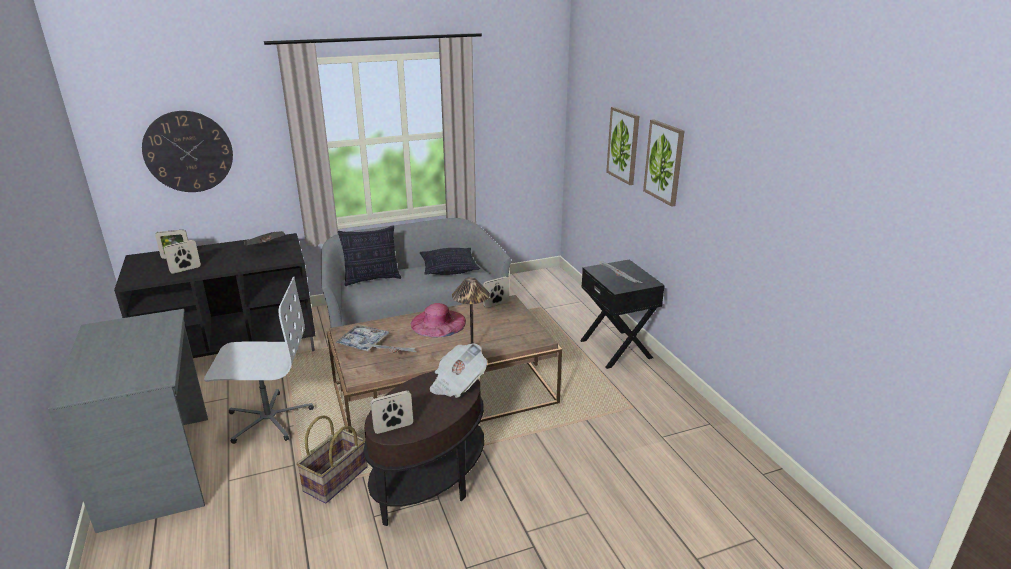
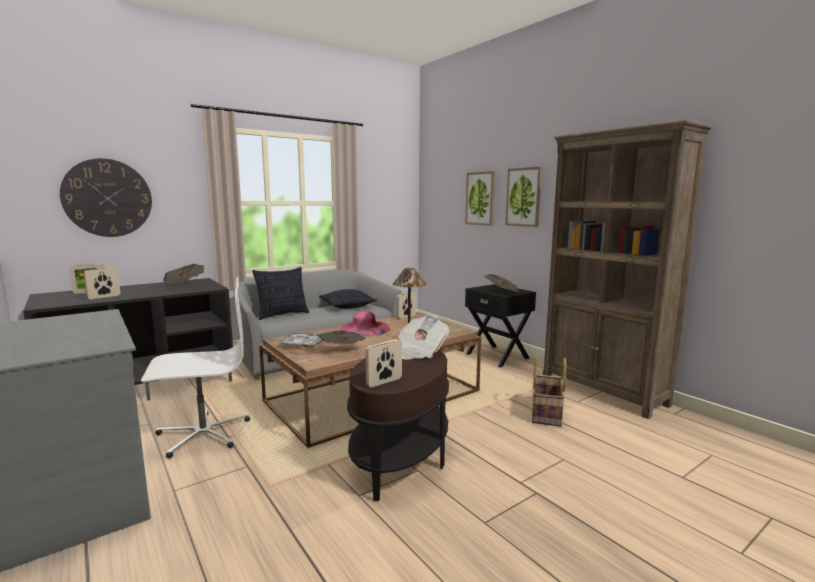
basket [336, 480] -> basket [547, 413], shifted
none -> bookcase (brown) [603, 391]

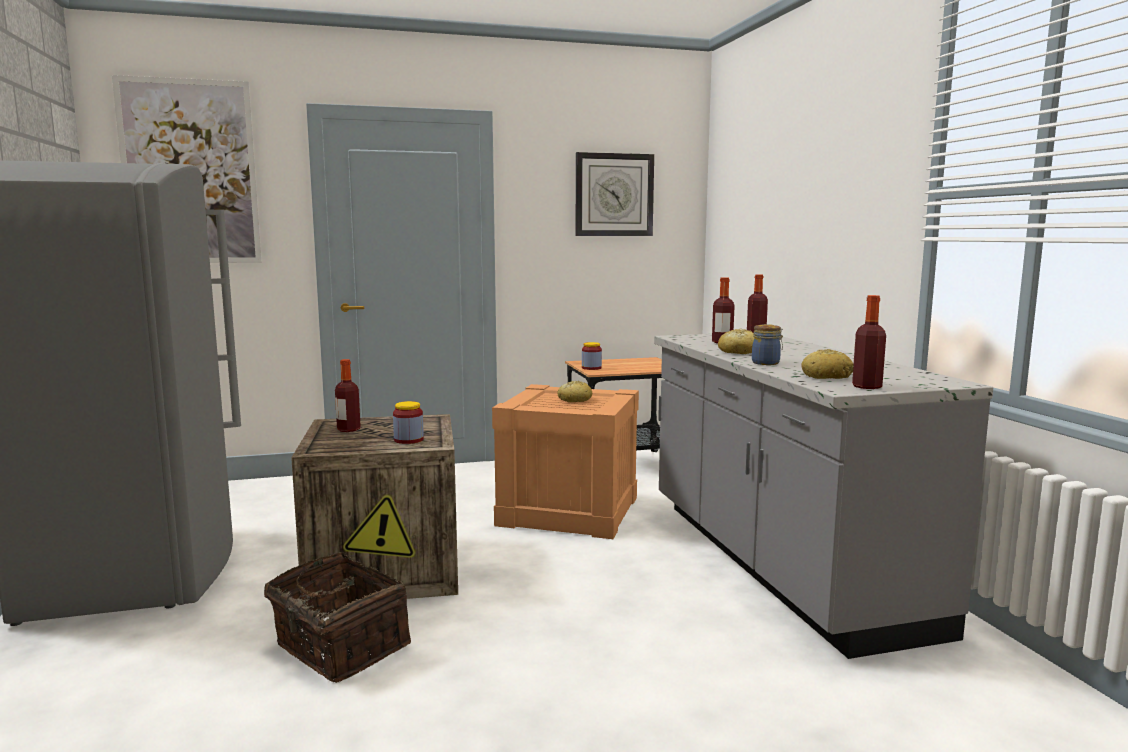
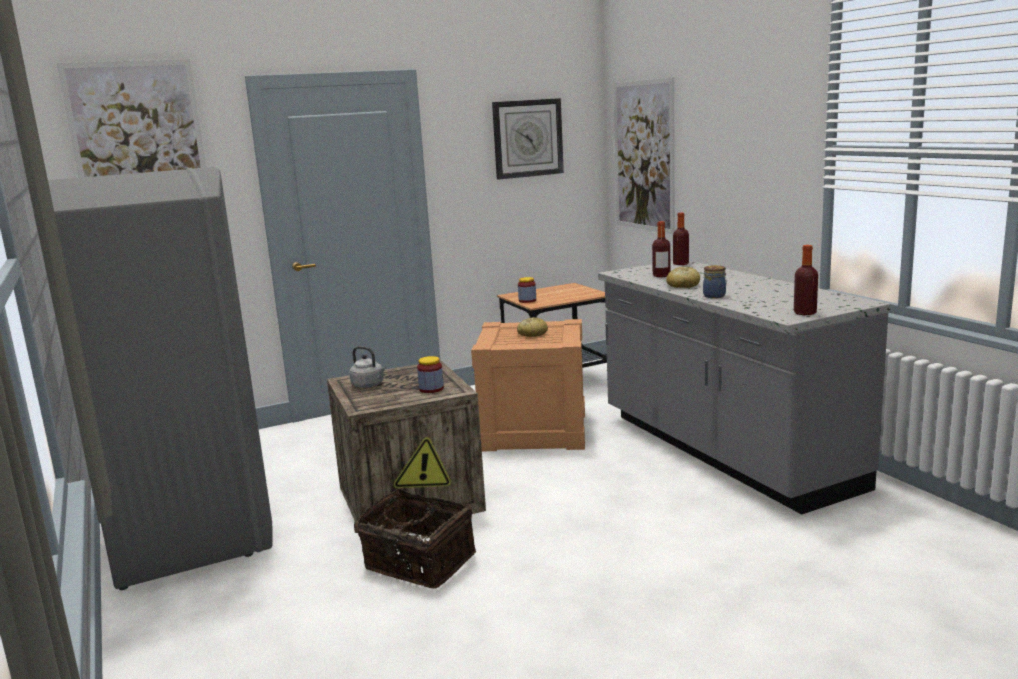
bottle [348, 429] -> kettle (grey) [369, 385]
none -> picture [644, 156]
bread [826, 376] -> none

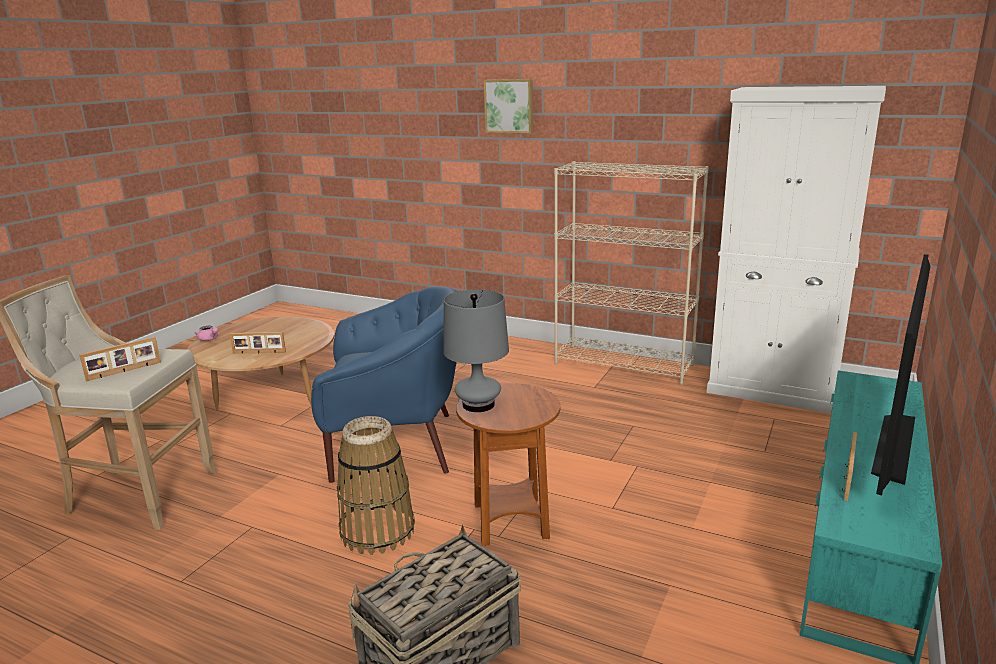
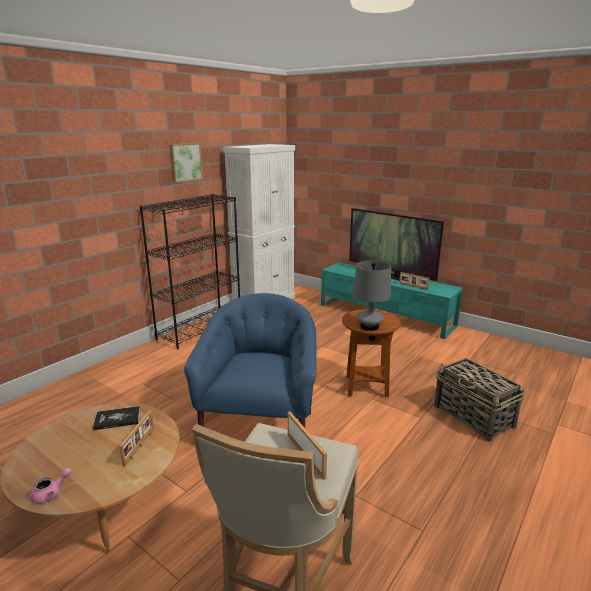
none -> book [117, 419]
bookcase (beige) [624, 364] -> bookcase (black) [200, 329]
picture [509, 106] -> picture [185, 162], shifted
basket [377, 531] -> none

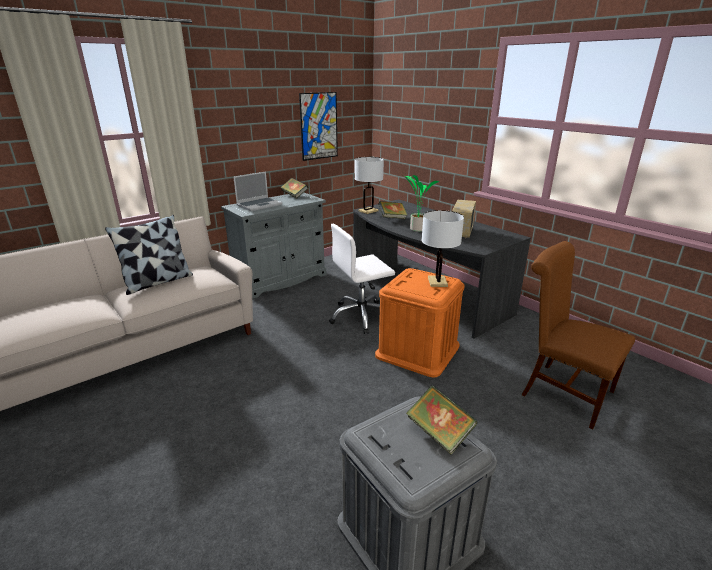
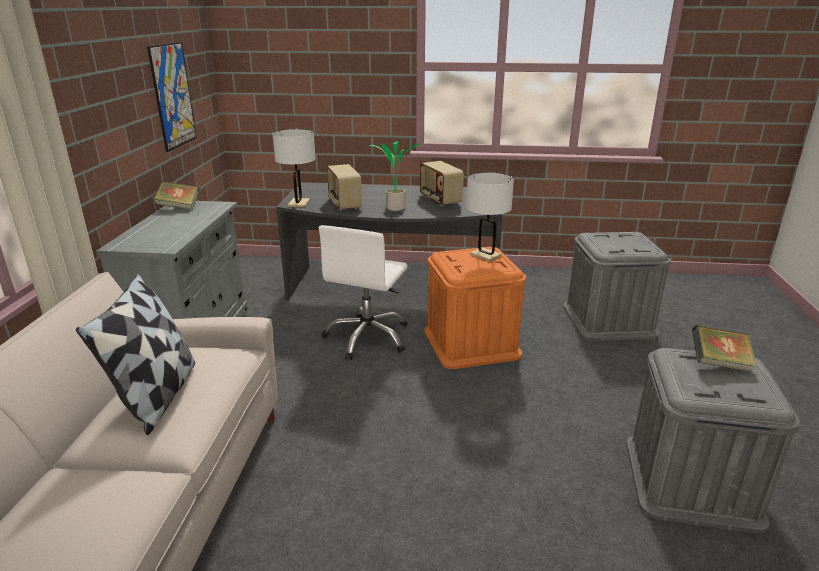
book [392, 218] -> radio [344, 204]
chair (brown) [561, 391] -> storage box (grey) [608, 320]
laptop [259, 205] -> none

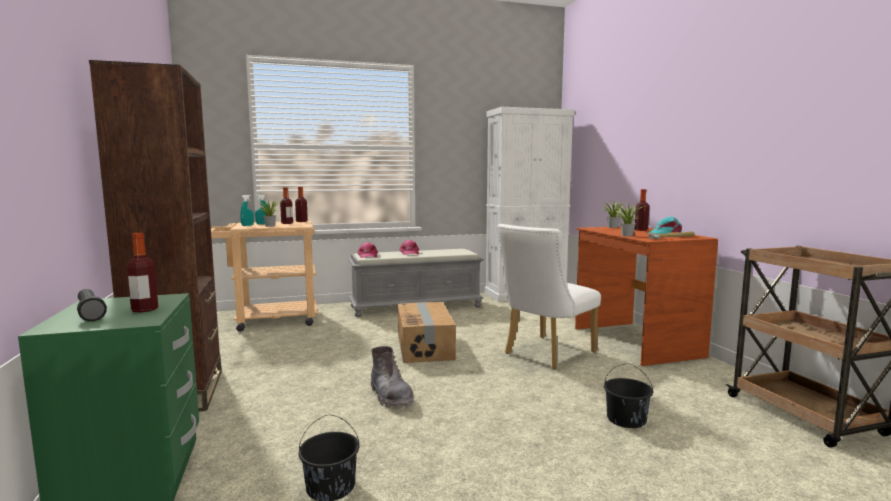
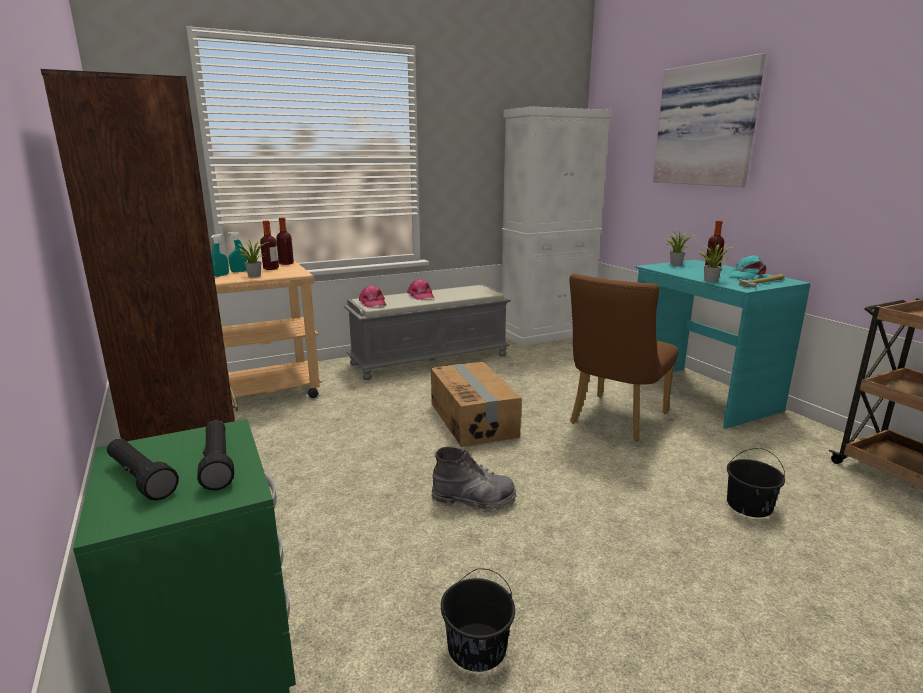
bottle [144, 309] -> flashlight (black) [217, 464]
boot (grey) [390, 396] -> boot (grey) [474, 500], 45 degrees counterclockwise
chair (white) [545, 354] -> chair (brown) [614, 420]
desk (brown) [634, 342] -> desk (turquoise) [699, 395]
none -> picture [707, 125]

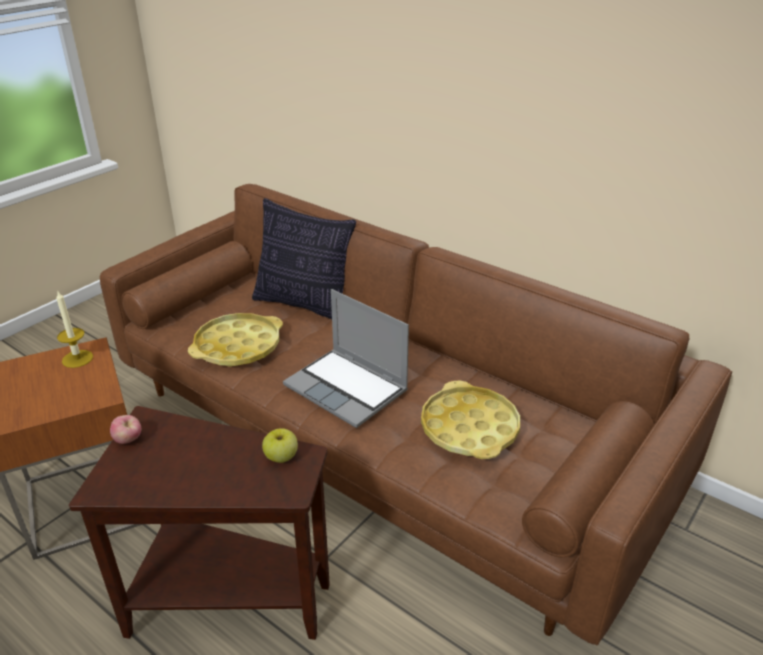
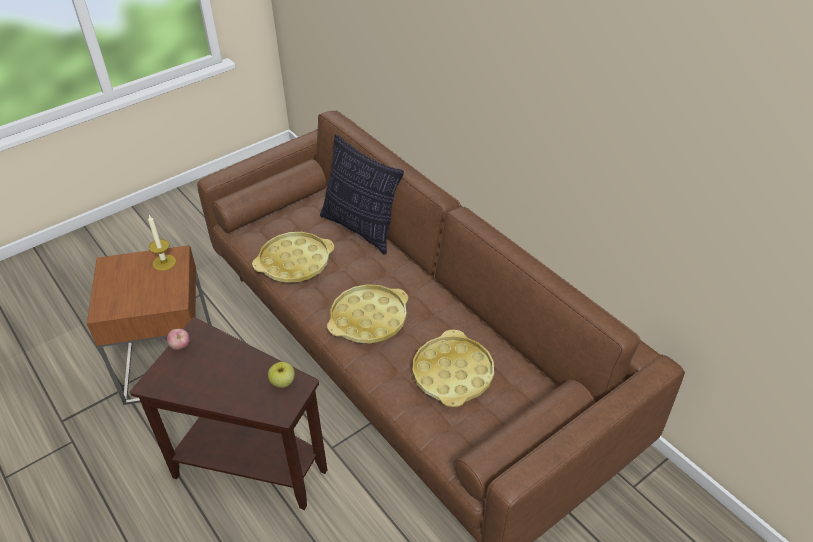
laptop [348, 389] -> tray (yellow) [369, 319]

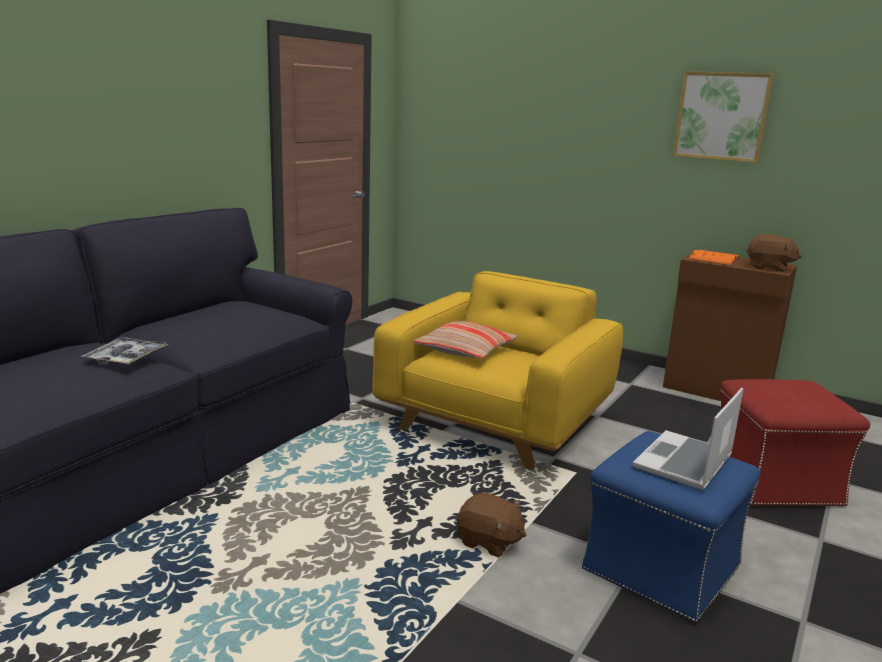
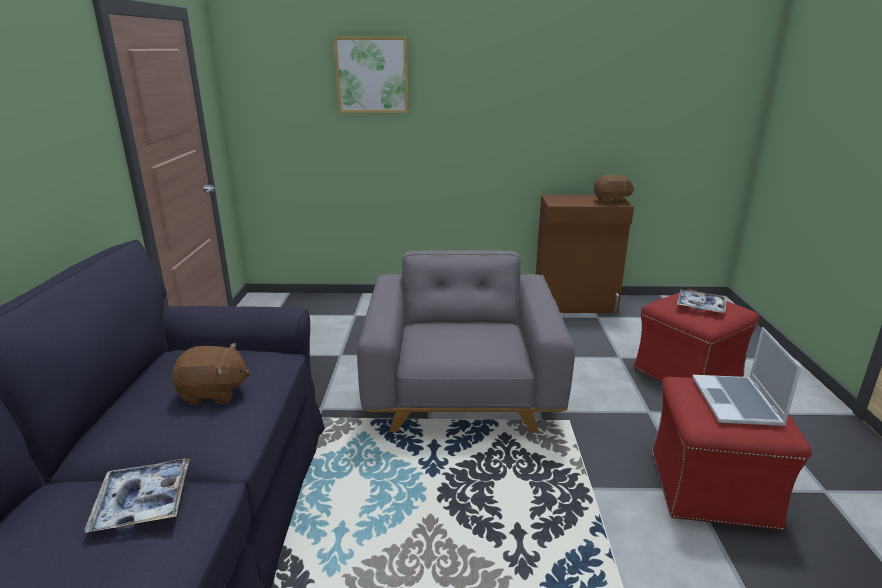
plush toy (brown) [489, 542] -> plush toy (brown) [214, 393], shifted
picture [721, 116] -> picture [372, 75], shifted
armchair (yellow) [496, 422] -> armchair (grey) [461, 392]
ottoman (blue) [660, 568] -> ottoman (red) [712, 489]
none -> tray [700, 306]
pillow [465, 350] -> none
book (orange) [714, 258] -> none

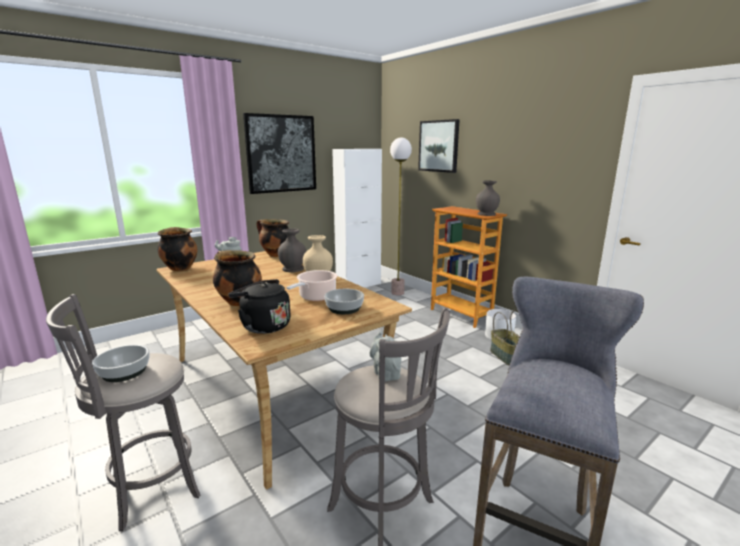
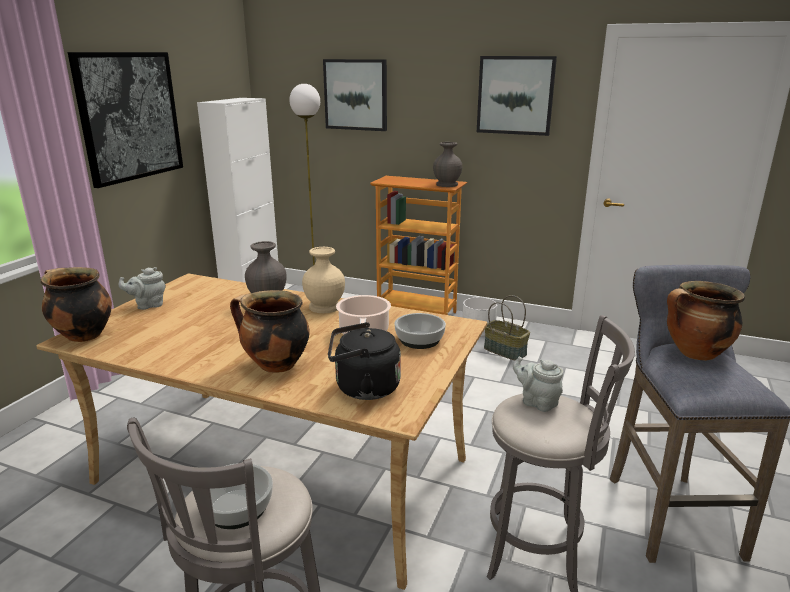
none -> picture [515, 95]
cooking pot [276, 255] -> cooking pot [695, 354], shifted

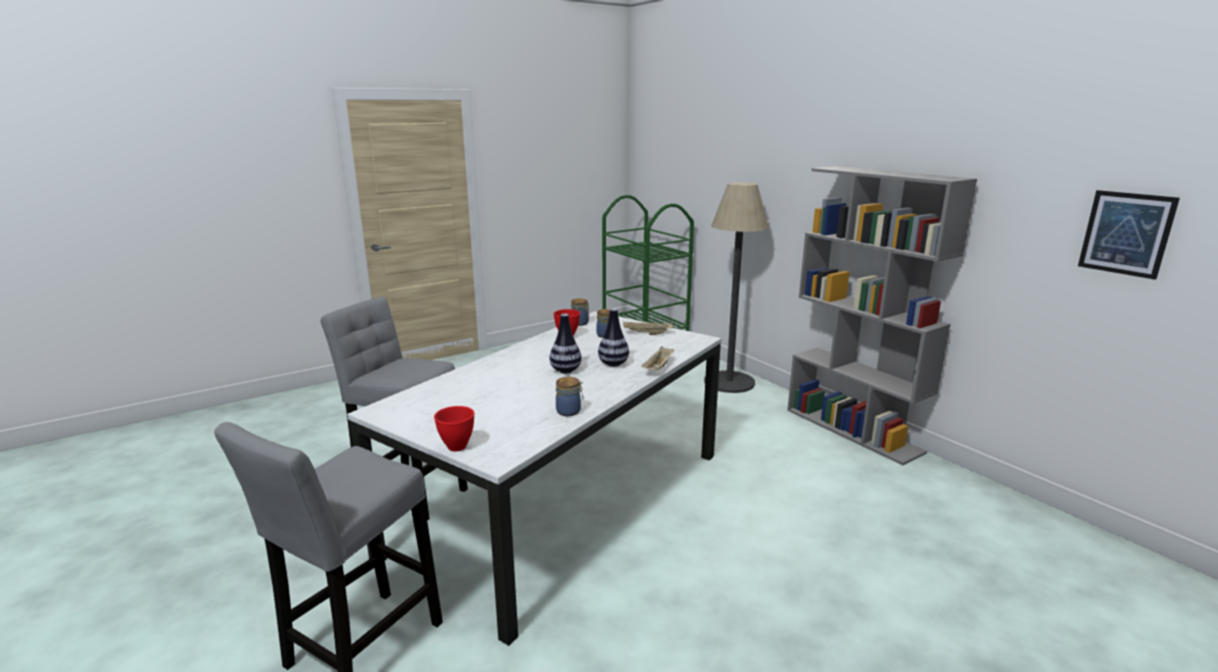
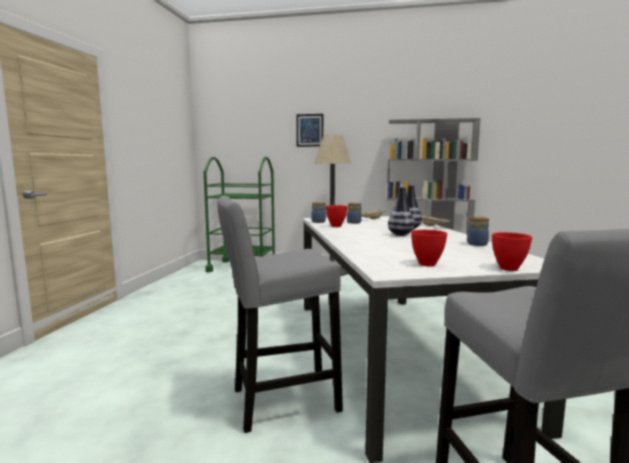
picture [1126, 233] -> picture [309, 130], shifted
none -> bowl (red) [426, 264]

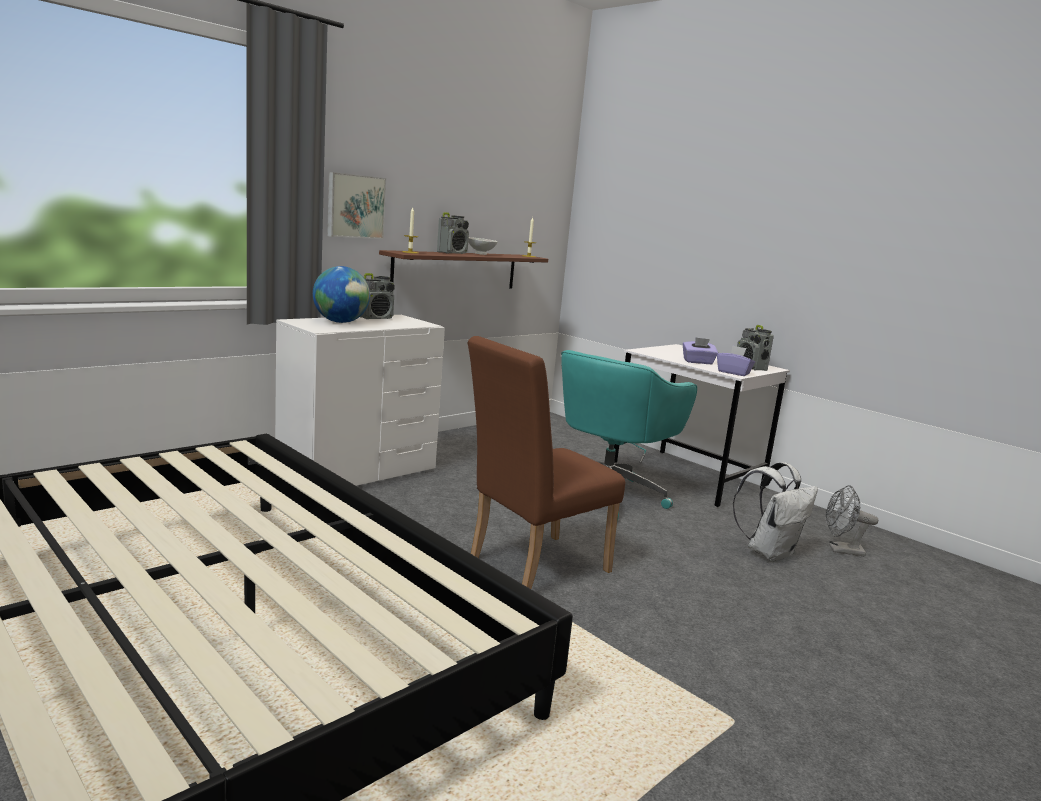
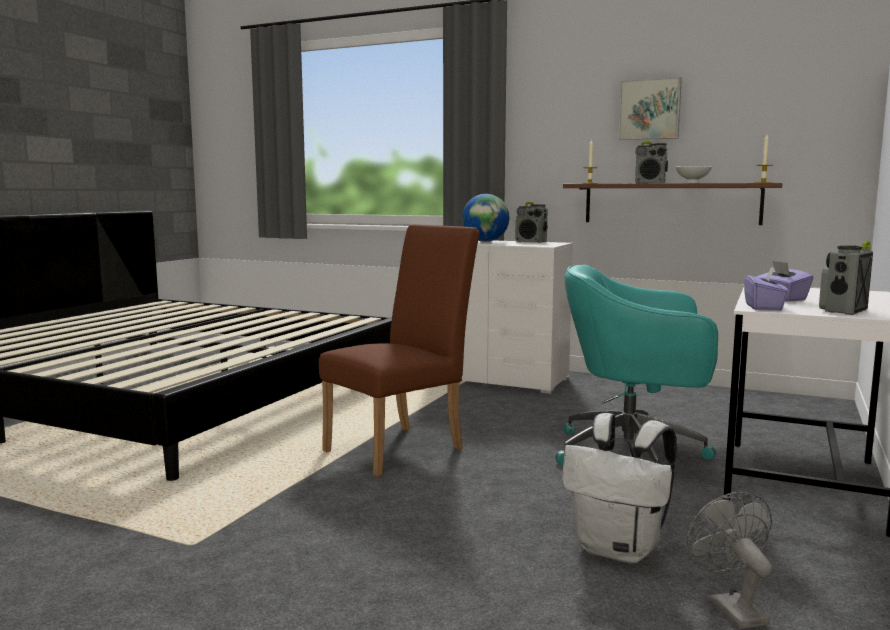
chair (brown) [530, 566] -> chair (brown) [402, 448], 105 degrees clockwise
picture [355, 206] -> picture [650, 109], shifted

